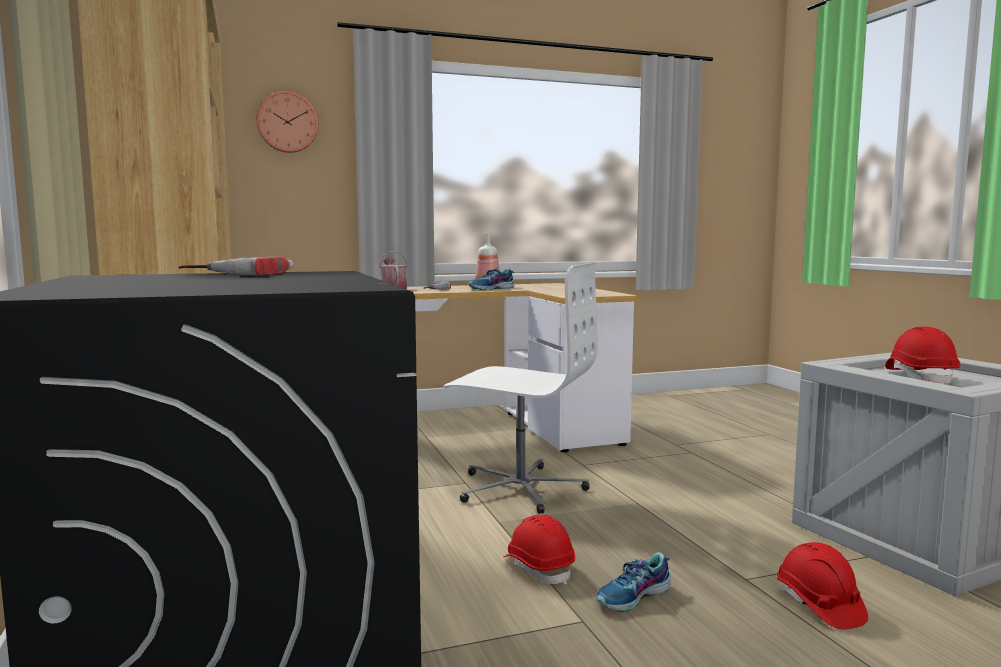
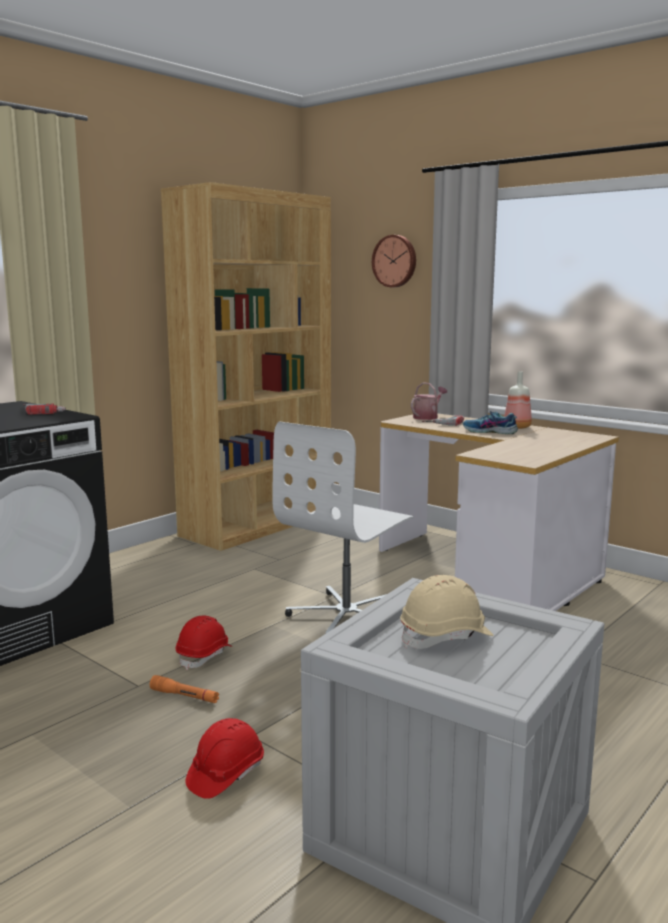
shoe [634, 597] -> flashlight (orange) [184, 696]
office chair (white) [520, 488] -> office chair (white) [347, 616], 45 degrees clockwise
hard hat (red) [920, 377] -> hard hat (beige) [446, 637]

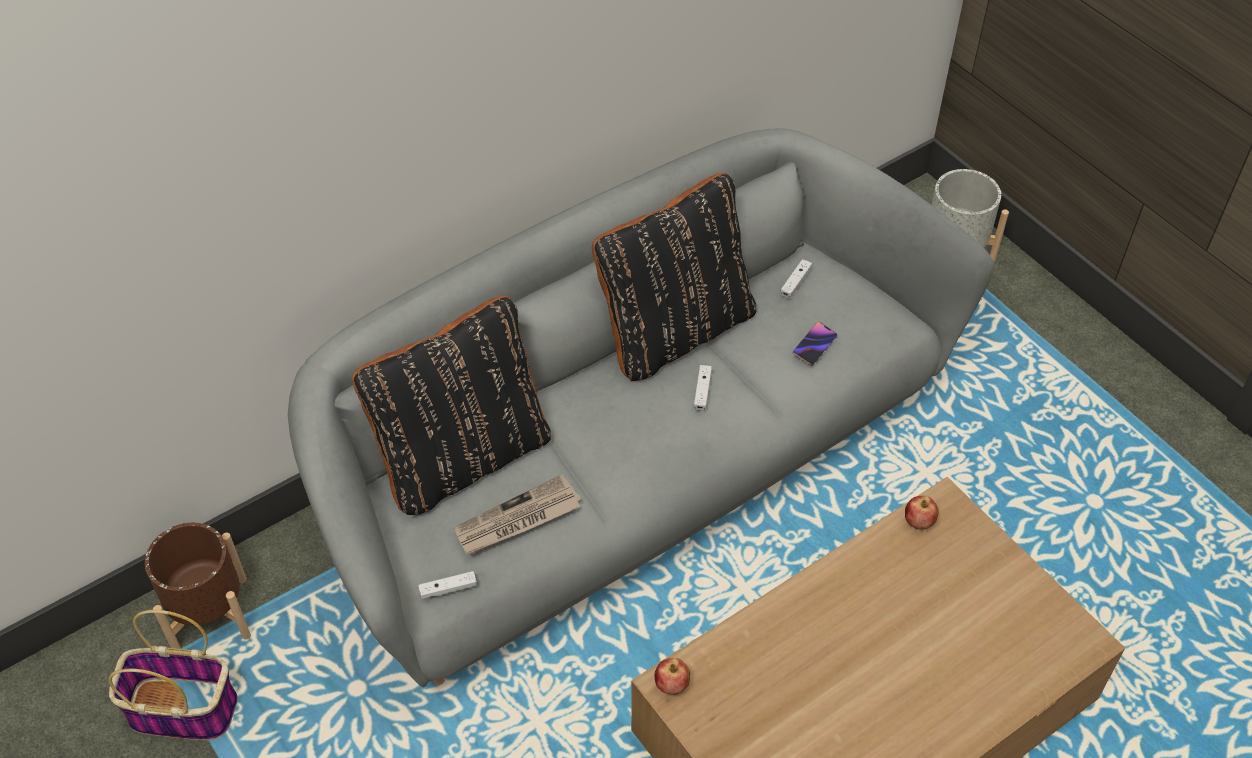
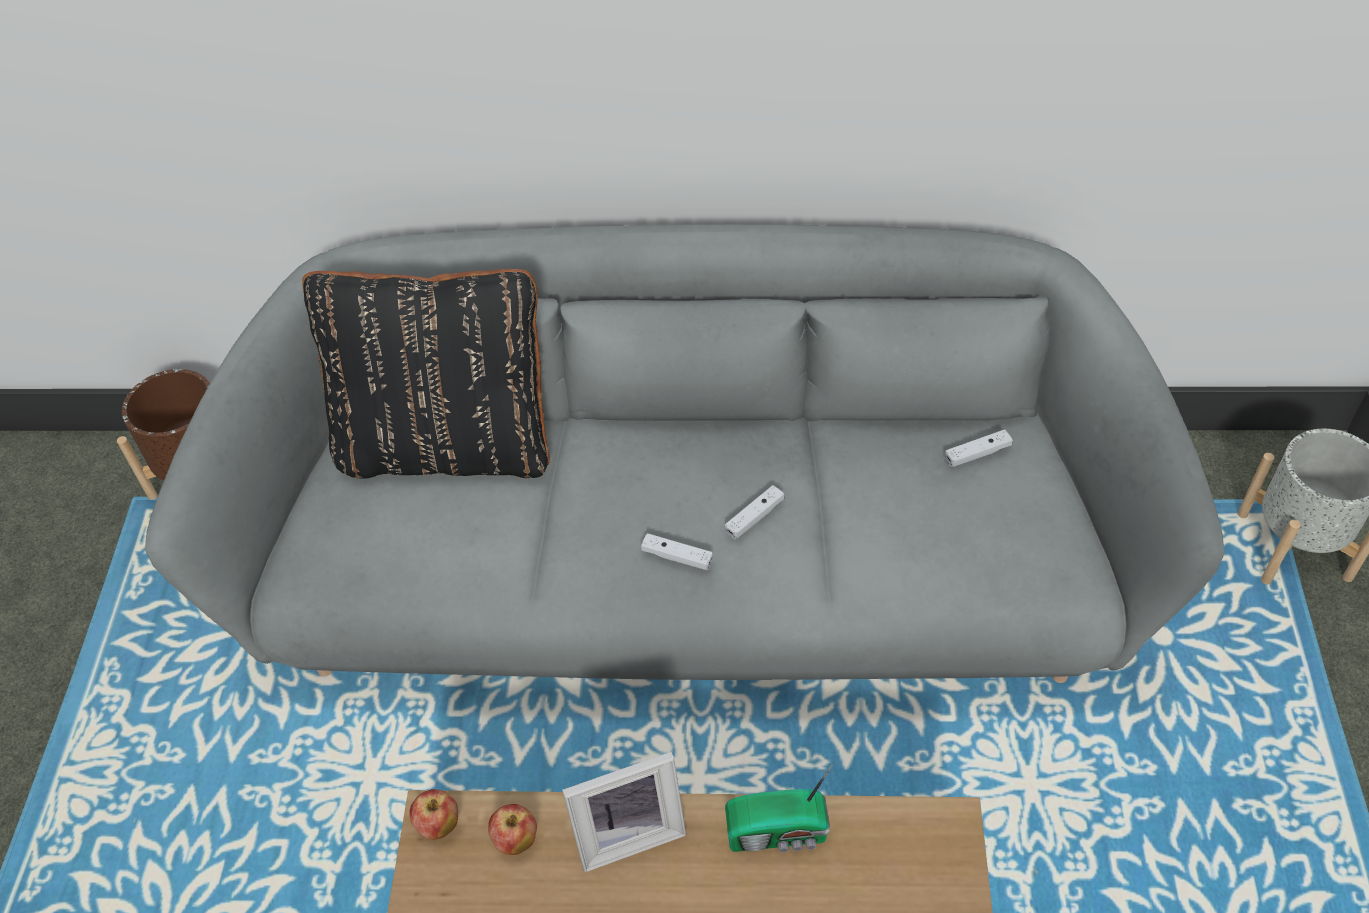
apple [918, 522] -> apple [515, 840], shifted
none -> picture frame [628, 832]
game controller (white) [448, 589] -> game controller (white) [677, 557], shifted
none -> radio [779, 833]
basket [181, 710] -> none
newspaper [517, 520] -> none
pillow (black) [675, 330] -> none
phone [814, 345] -> none

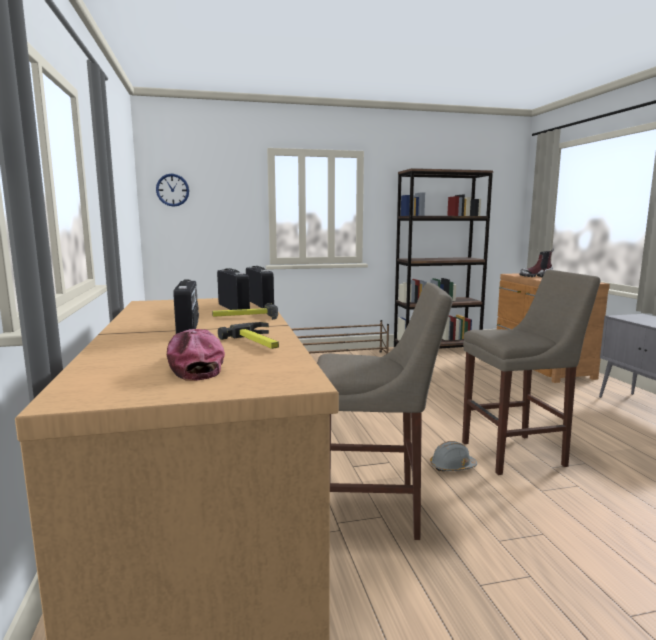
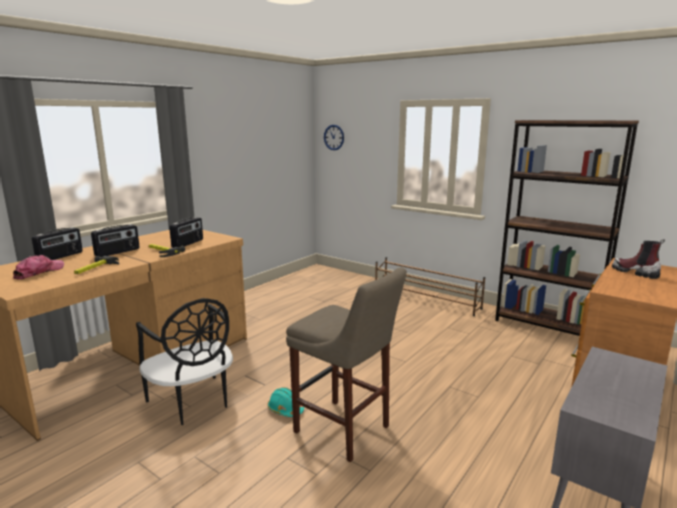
radio [260, 303] -> radio [60, 257], shifted
stool (beige) [375, 512] -> chair (black) [193, 402]
hard hat (grey) [452, 467] -> hard hat (turquoise) [285, 409]

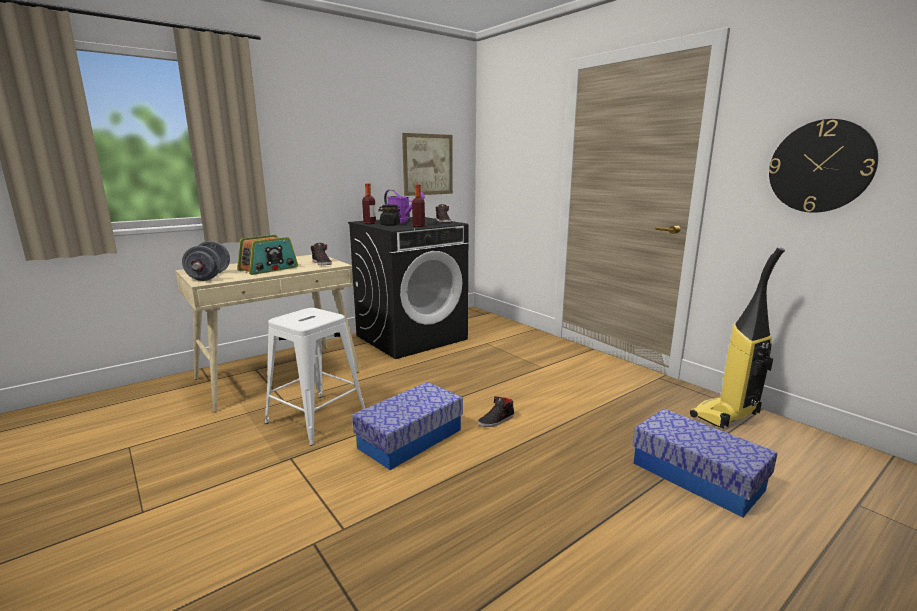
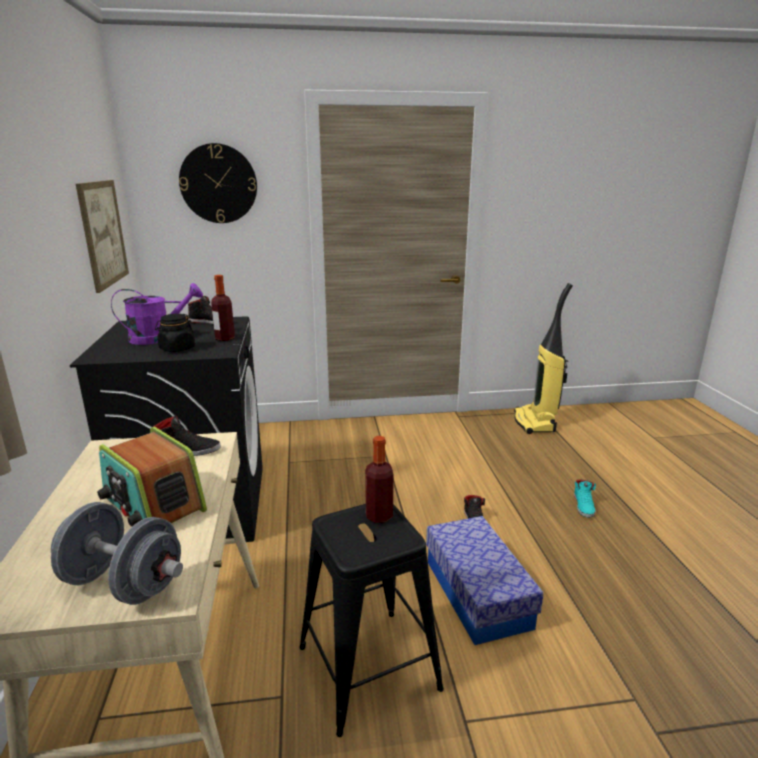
radio [269, 269] -> radio [153, 504], 150 degrees clockwise
wall clock [820, 166] -> wall clock [218, 184], shifted
stool (white) [316, 418] -> stool (black) [368, 667]
bottle [369, 223] -> bottle [379, 516], shifted
none -> shoe (turquoise) [584, 506]
storage box [696, 476] -> none

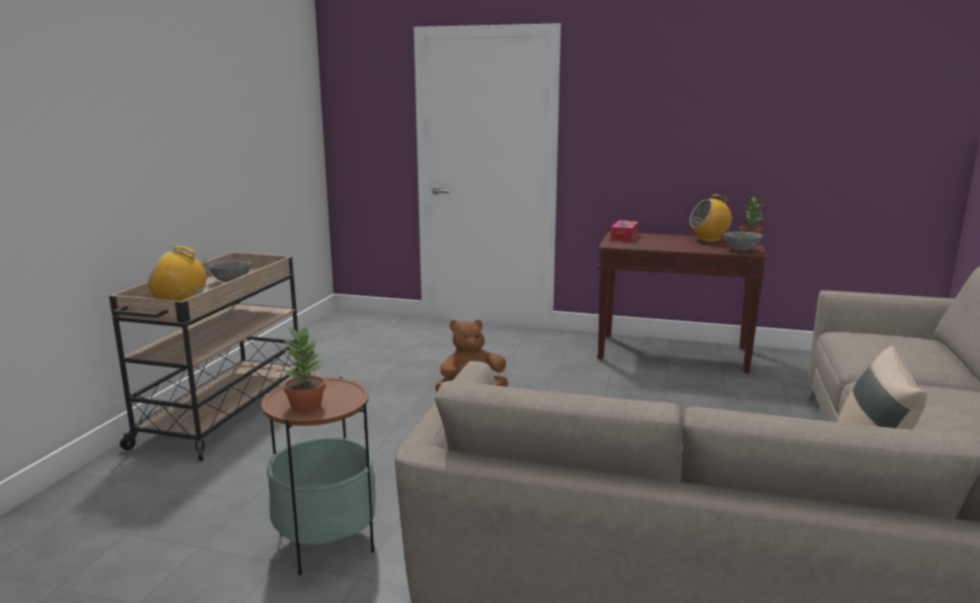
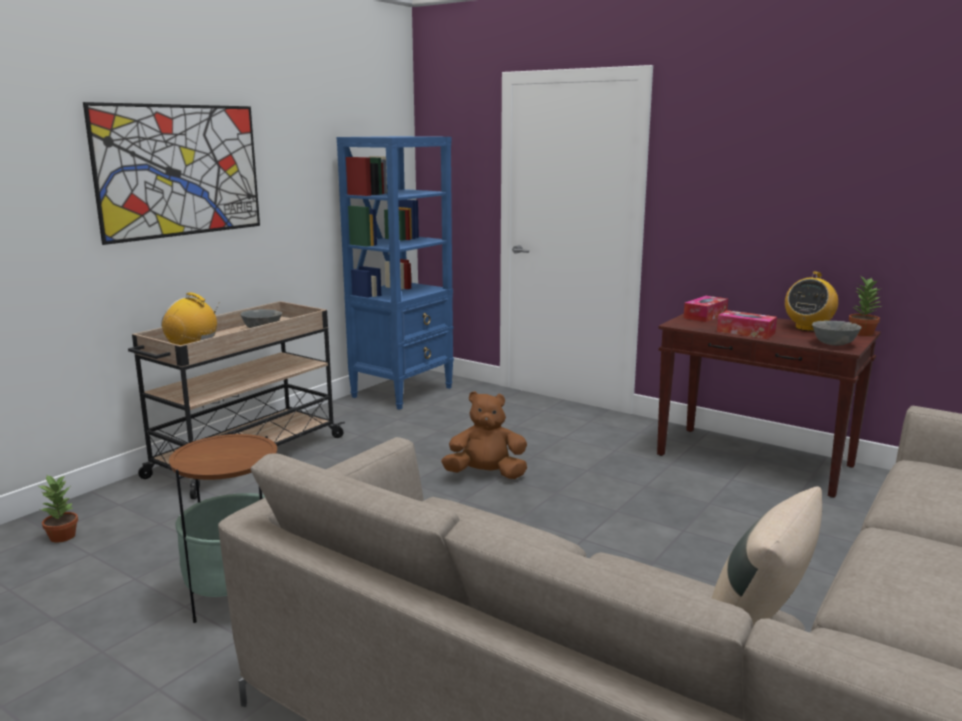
potted plant [306, 405] -> potted plant [63, 536], shifted
none -> picture [180, 170]
none -> bookcase (blue) [403, 392]
none -> tissue box [745, 332]
radio [709, 240] -> radio [807, 328], 60 degrees counterclockwise

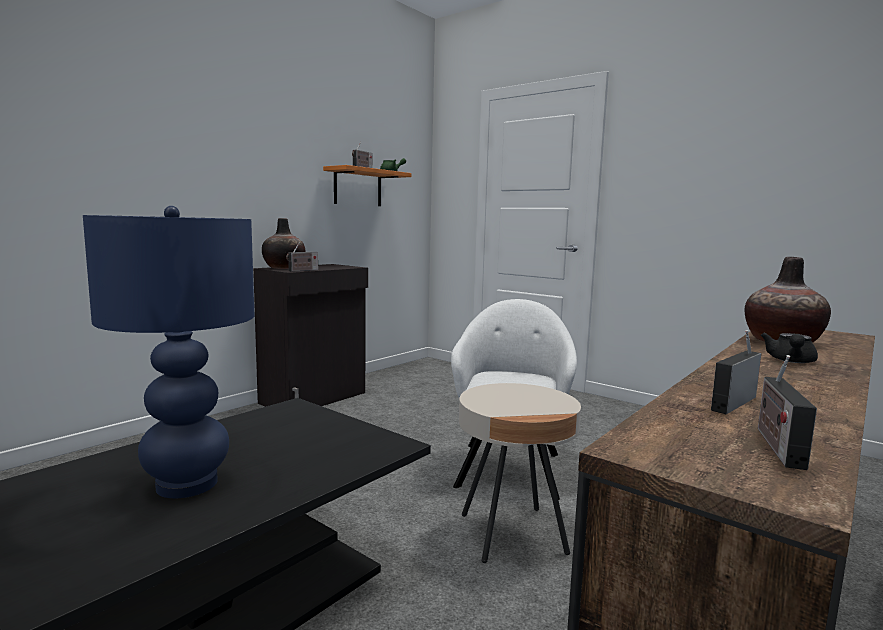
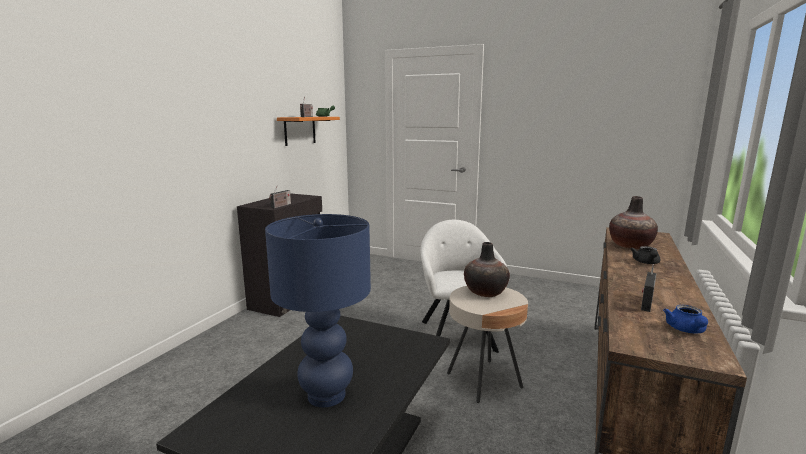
vase [284, 268] -> vase [485, 292], shifted
radio [777, 445] -> teapot (blue) [686, 330]

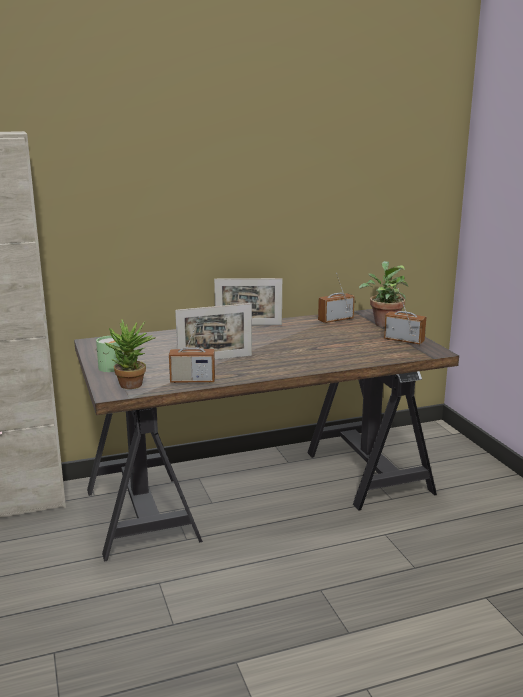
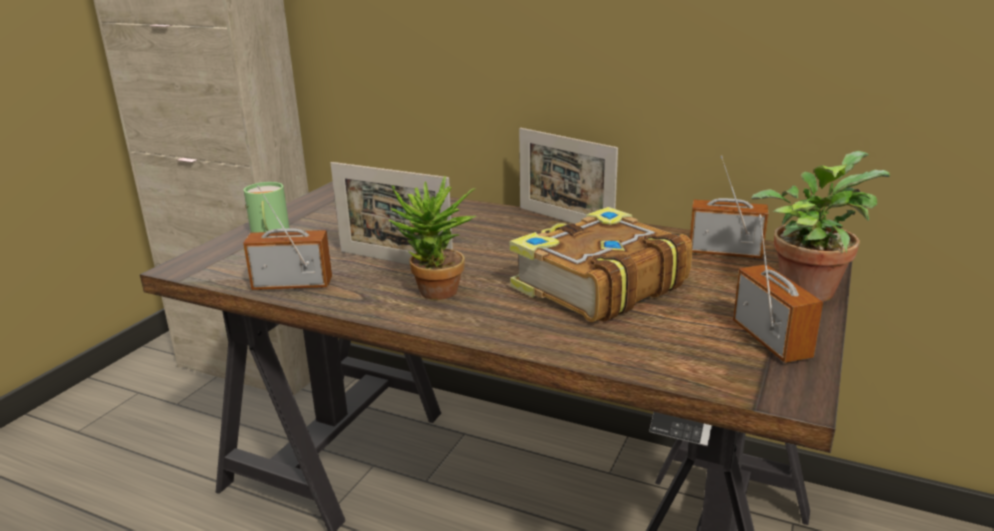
radio [192, 380] -> radio [292, 285], 135 degrees clockwise
potted plant [132, 386] -> potted plant [435, 295], shifted
none -> book [596, 286]

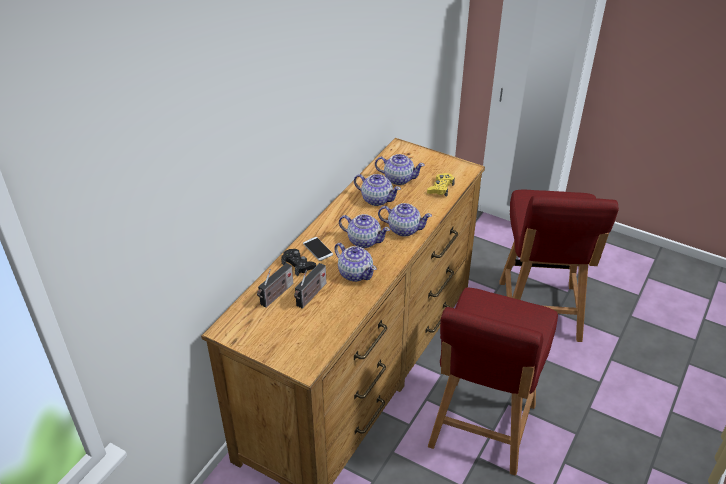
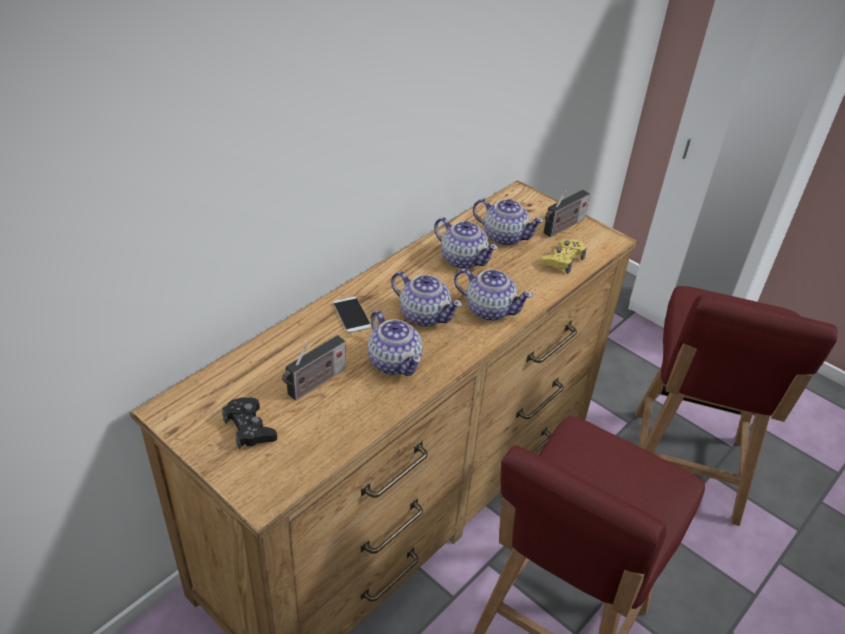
game controller (black) [298, 265] -> game controller (black) [249, 428], shifted
radio [276, 295] -> radio [562, 227], shifted

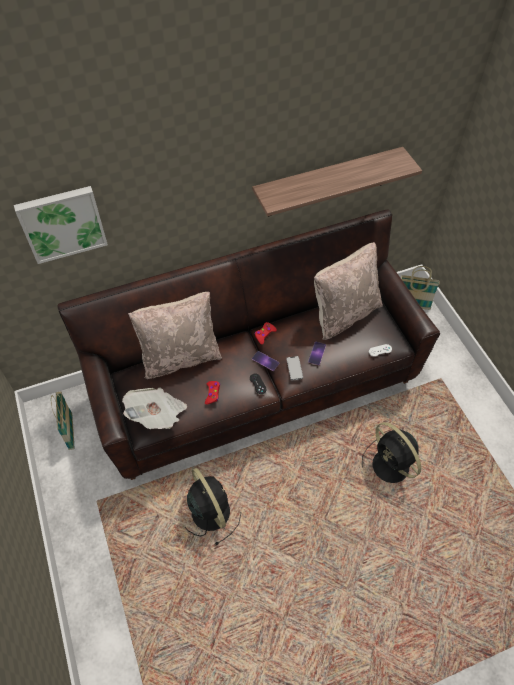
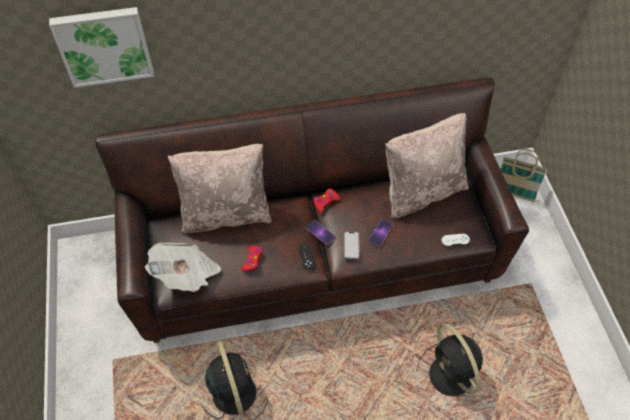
basket [71, 432] -> none
shelf [327, 183] -> none

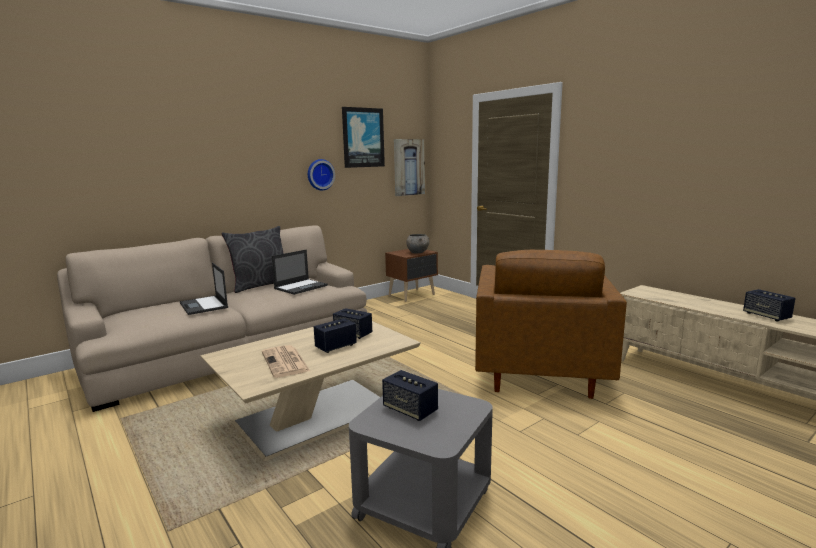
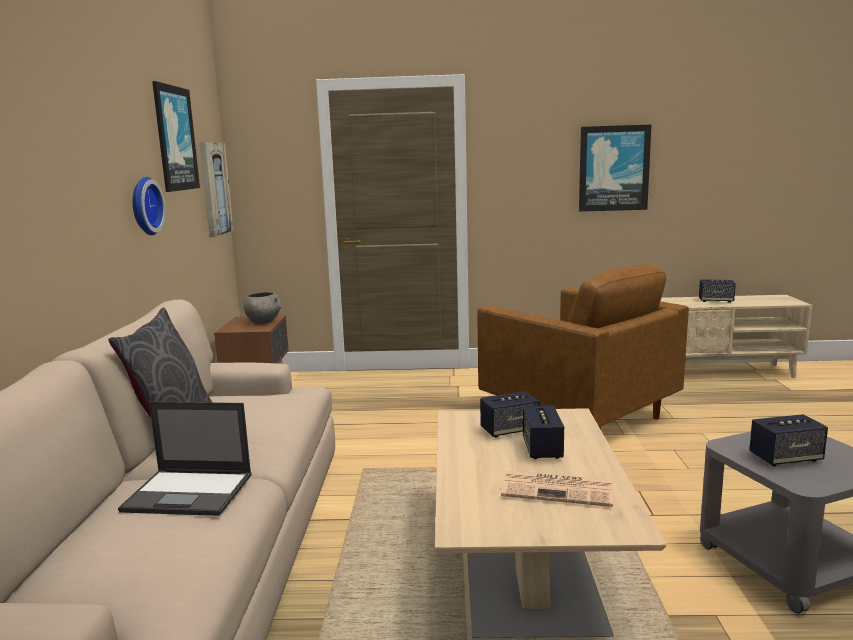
none -> picture [613, 168]
laptop [301, 287] -> none

